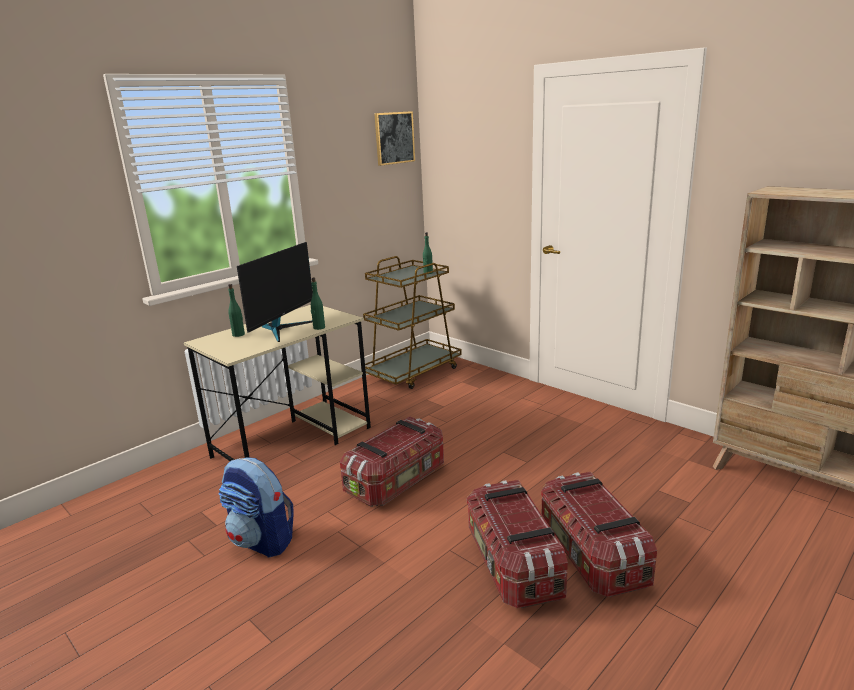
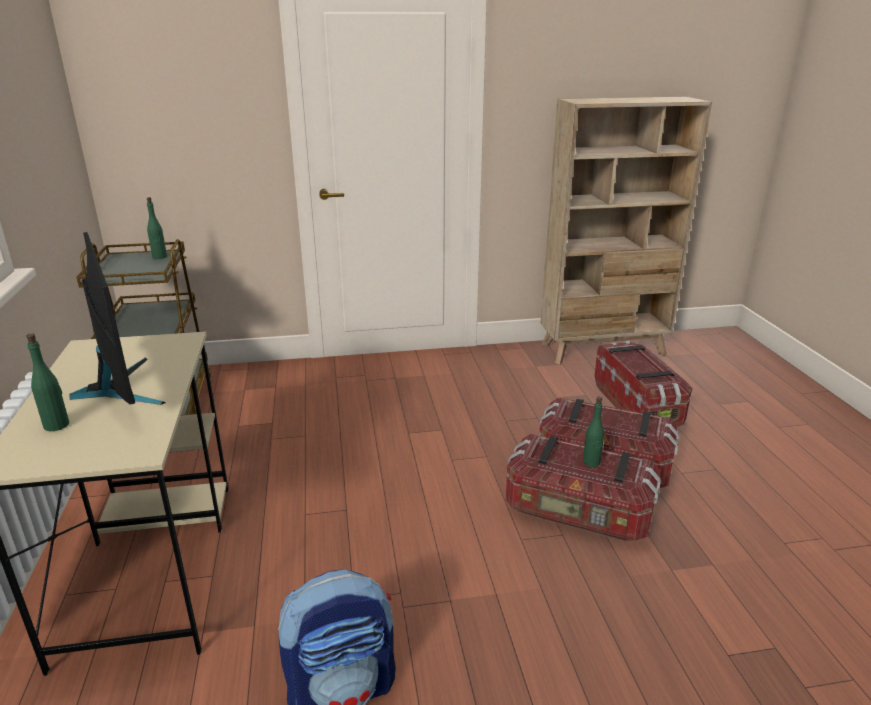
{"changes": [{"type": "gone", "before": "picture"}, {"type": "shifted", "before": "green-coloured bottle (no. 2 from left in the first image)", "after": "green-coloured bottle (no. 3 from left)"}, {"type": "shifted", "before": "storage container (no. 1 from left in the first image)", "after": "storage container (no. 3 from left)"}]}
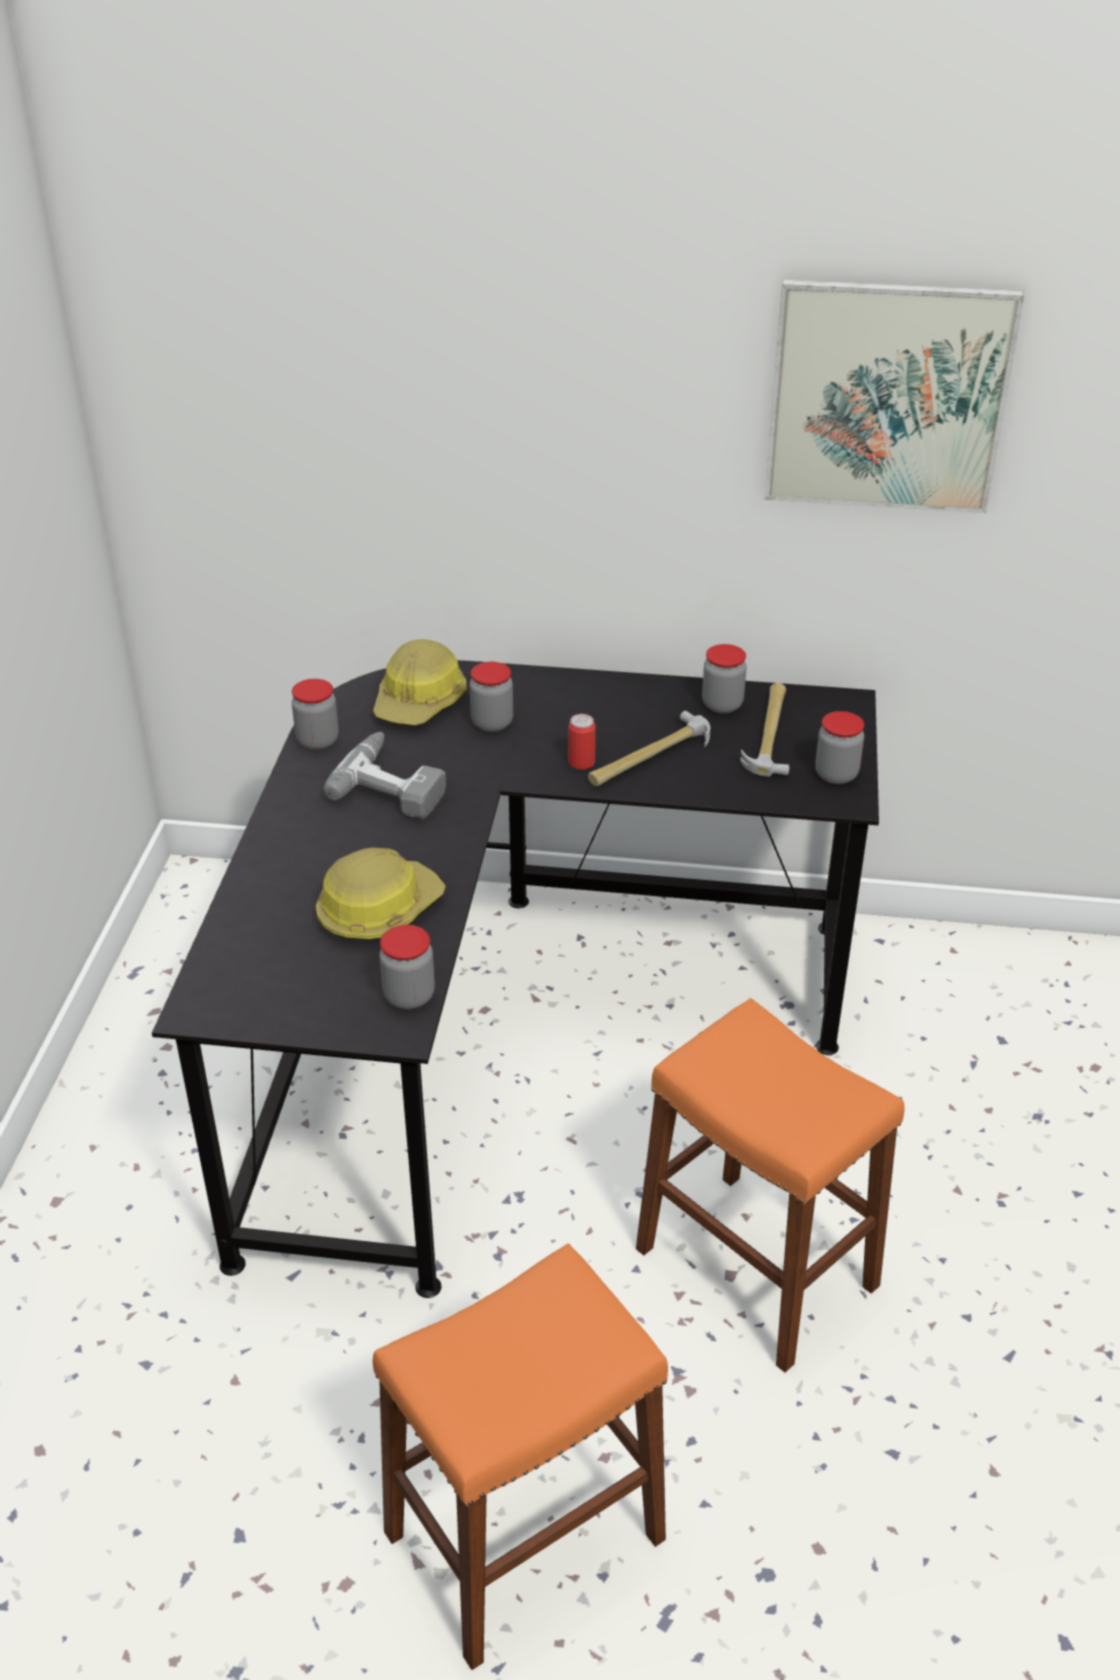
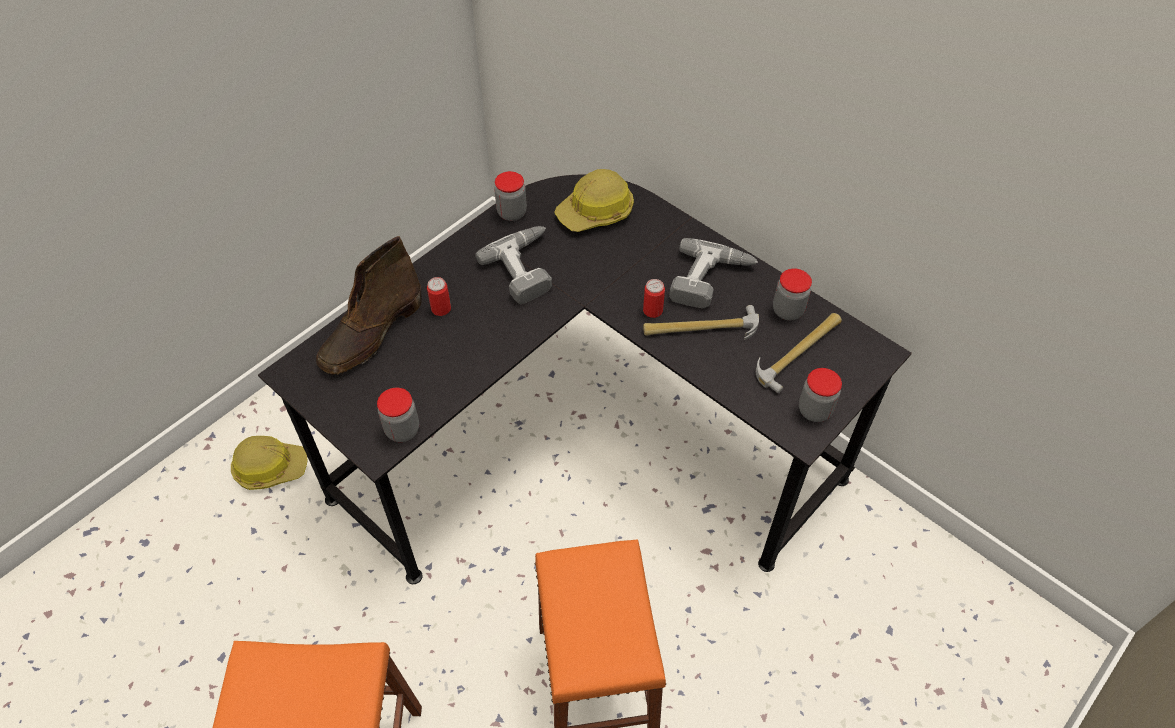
{"changes": [{"type": "gone", "before": "preserve jar (no. 3 from left)"}, {"type": "gone", "before": "picture"}, {"type": "new", "after": "brown tall boot"}, {"type": "new", "after": "sealed can (no. 1 from left)"}, {"type": "new", "after": "power drill (no. 2 from left)"}, {"type": "shifted", "before": "hard hat (no. 1 from left)"}]}
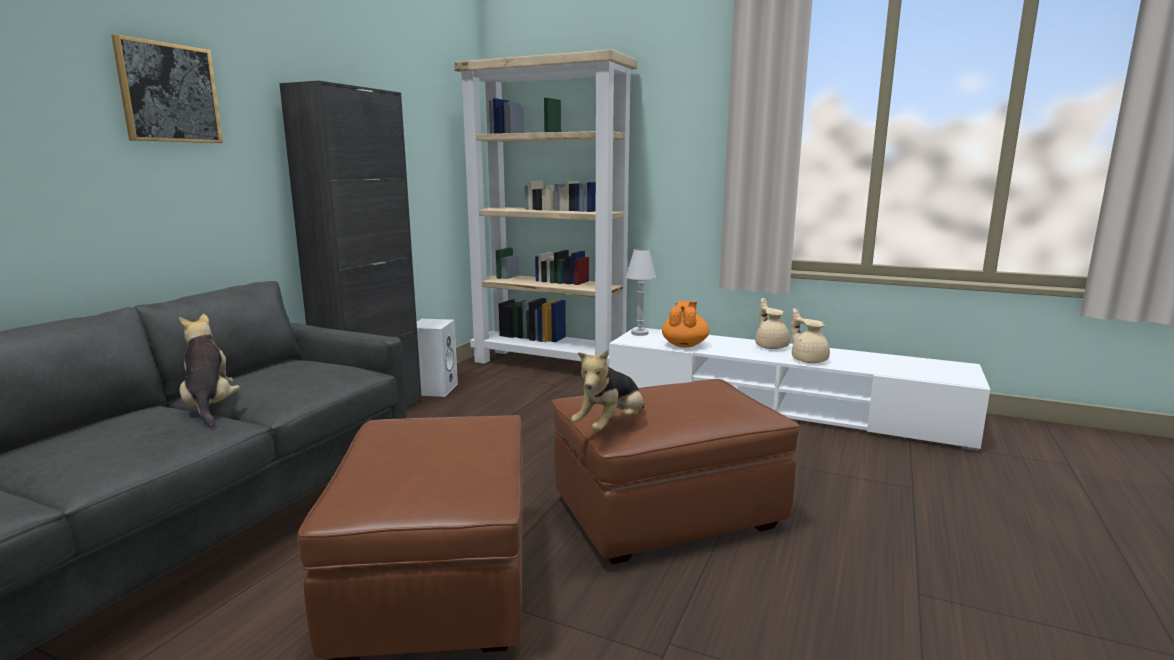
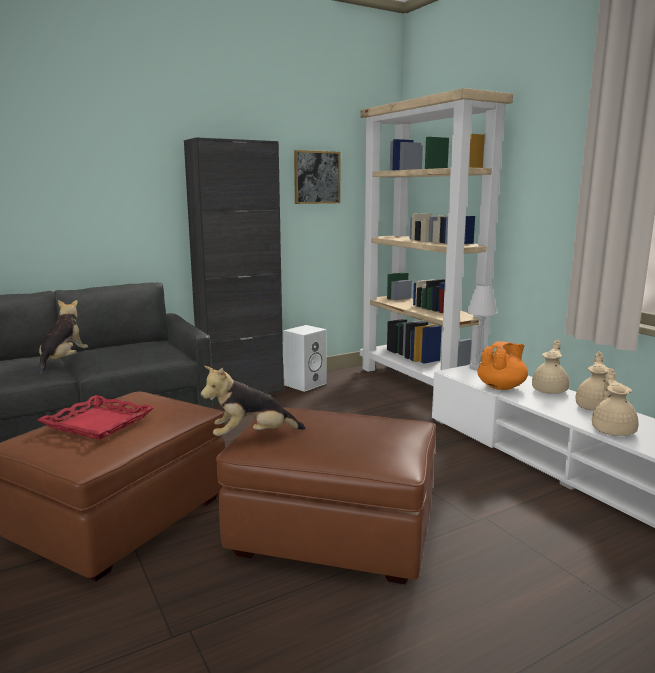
{"changes": [{"type": "new", "after": "reddish tray"}, {"type": "new", "after": "beige-coloured teapot (no. 1 from left)"}, {"type": "shifted", "before": "picture"}]}
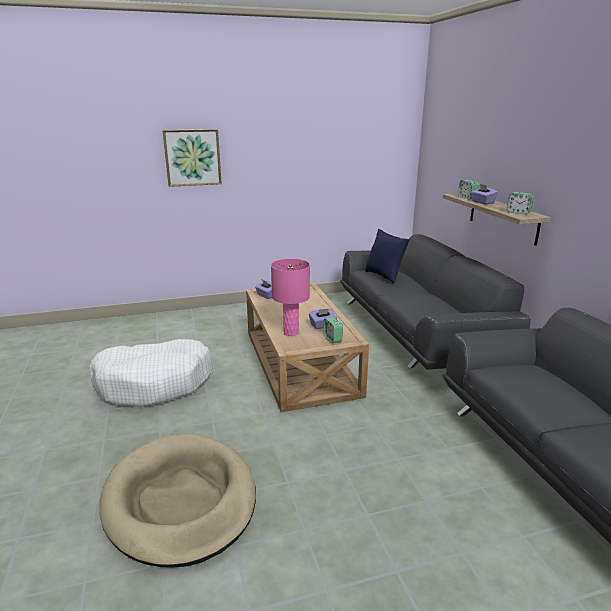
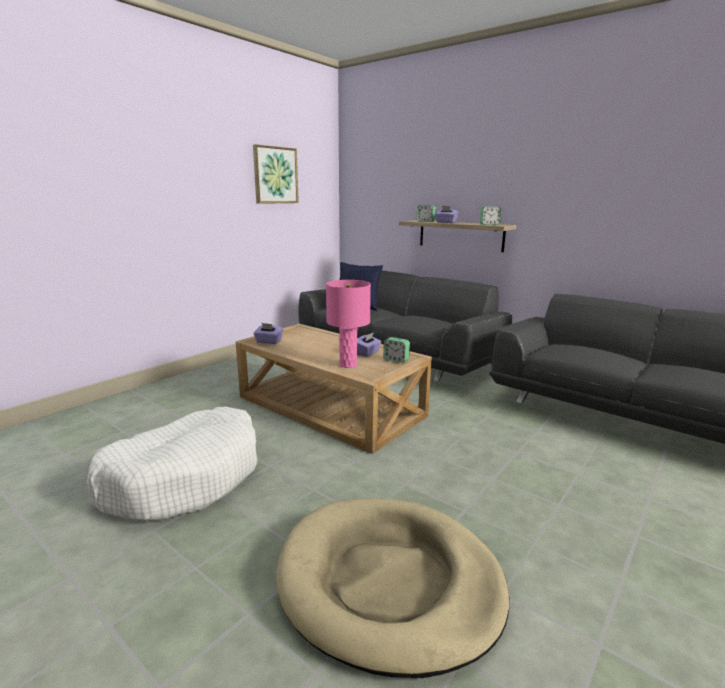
{"changes": [{"type": "shifted", "before": "picture"}]}
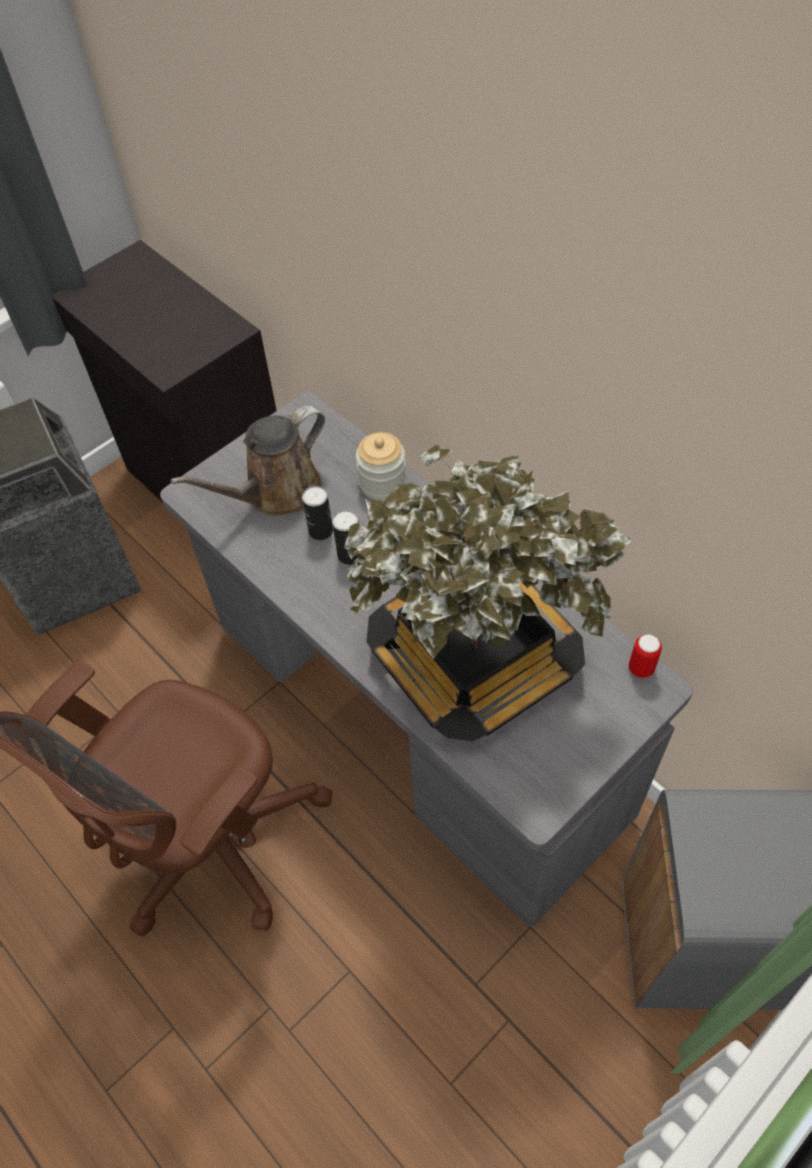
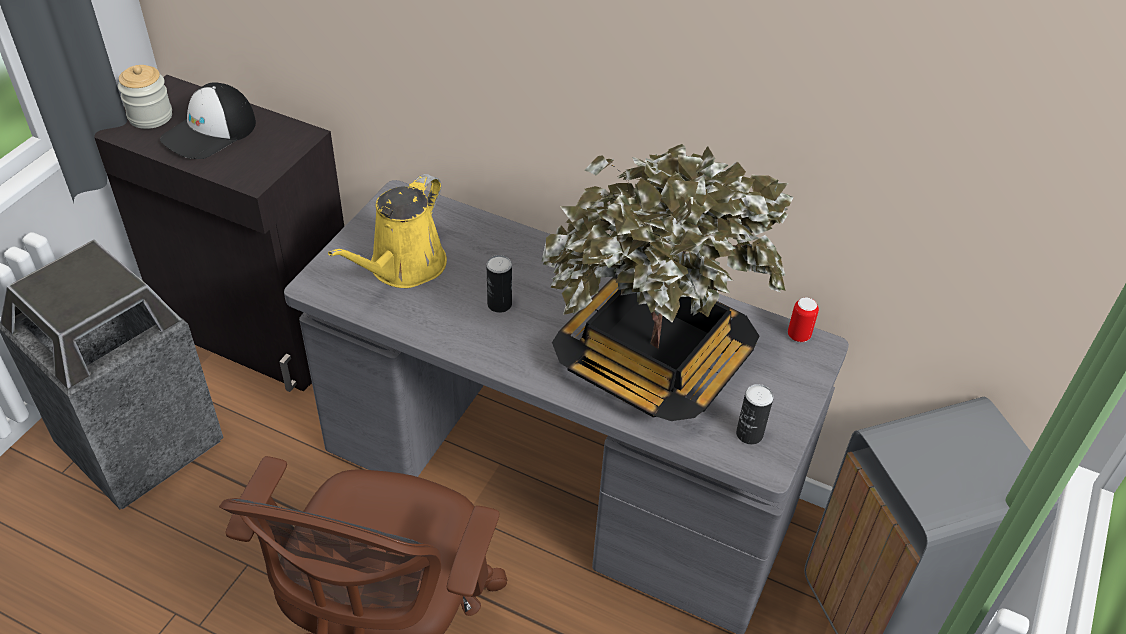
{"changes": [{"type": "new", "after": "peaked cap"}, {"type": "shifted", "before": "sealed can (no. 1 from left in the first image)", "after": "sealed can (no. 2 from left)"}, {"type": "shifted", "before": "preserve jar"}, {"type": "repainted", "before": "brown watering can", "after": "yellowish watering can"}]}
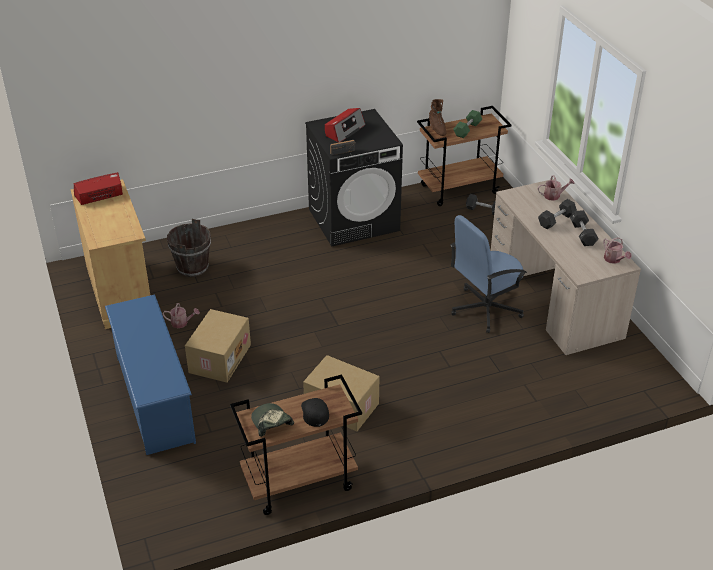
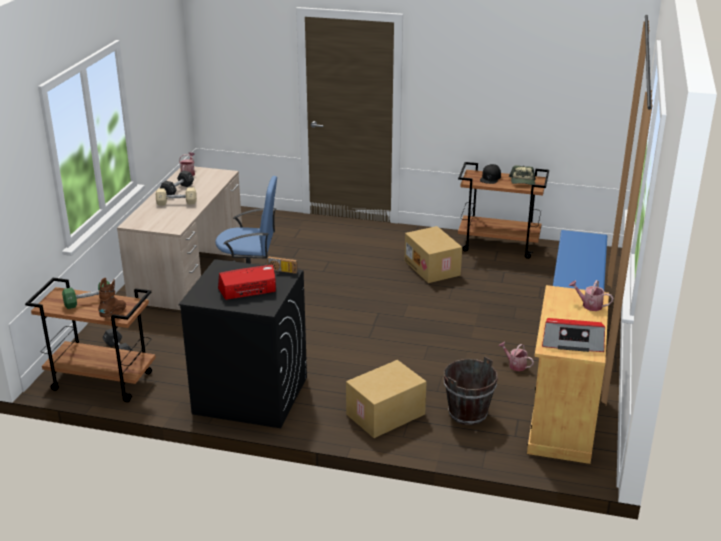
{"changes": [{"type": "shifted", "before": "carton (no. 1 from left)"}, {"type": "shifted", "before": "watering can (no. 2 from left in the first image)", "after": "watering can (no. 3 from left)"}, {"type": "repainted", "before": "black dumbbell (no. 2 from left)", "after": "beige-coloured dumbbell"}]}
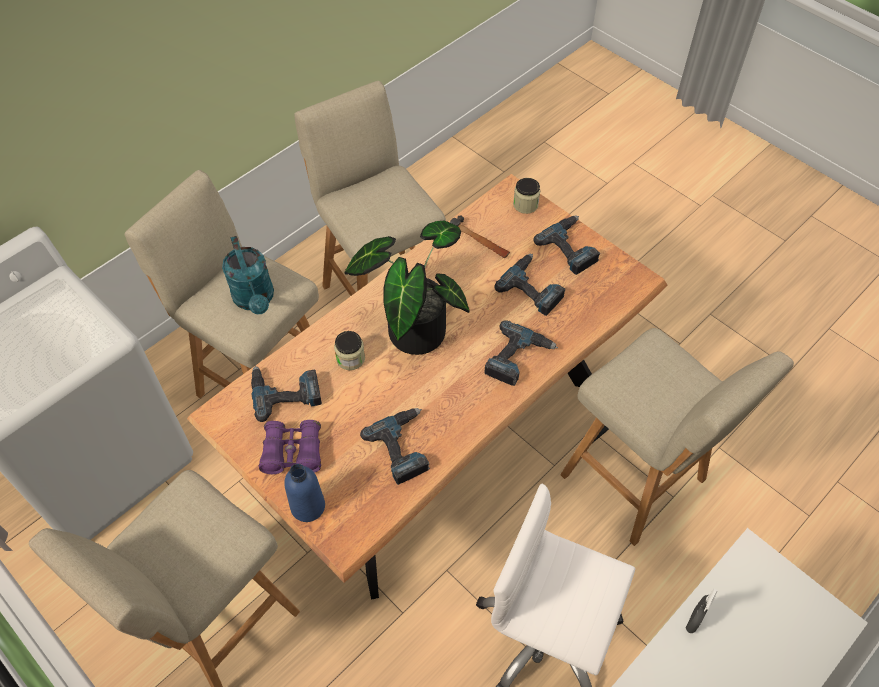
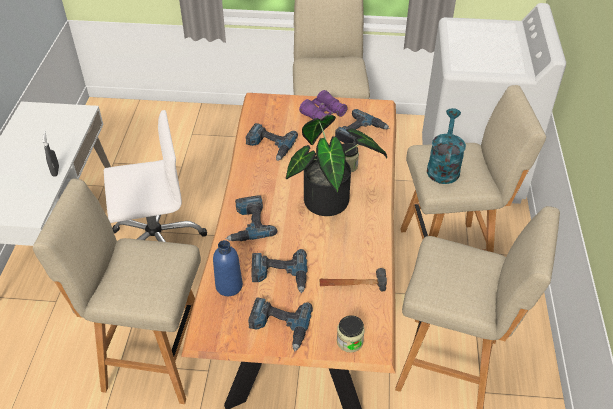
{"changes": [{"type": "shifted", "before": "blue-coloured bottle"}, {"type": "rotated", "before": "turquoise-coloured watering can", "turn": 75}]}
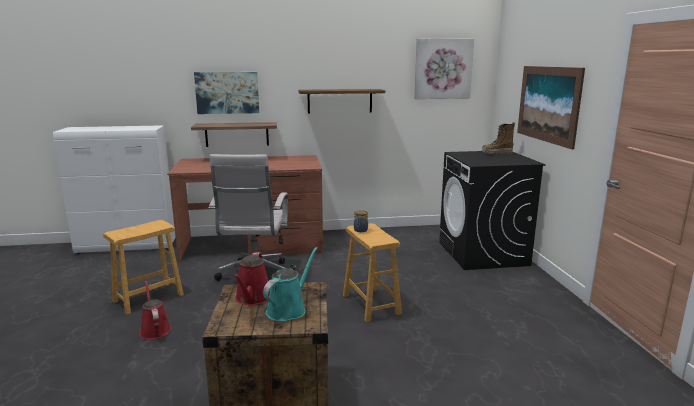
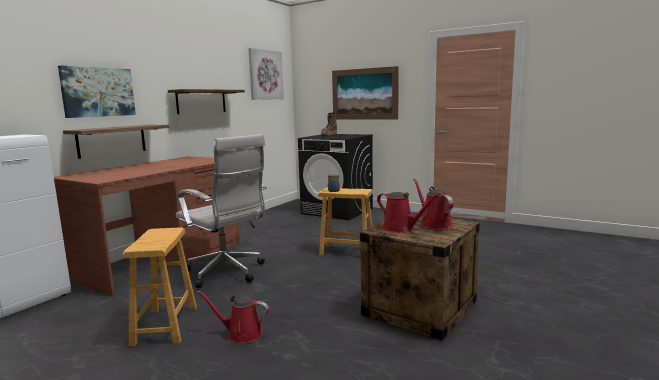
{"changes": [{"type": "repainted", "before": "turquoise-coloured watering can", "after": "reddish watering can (no. 3 from left)"}]}
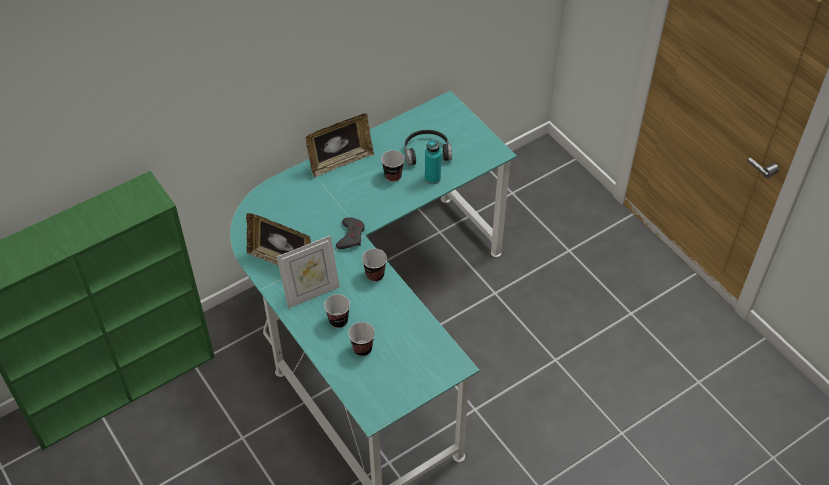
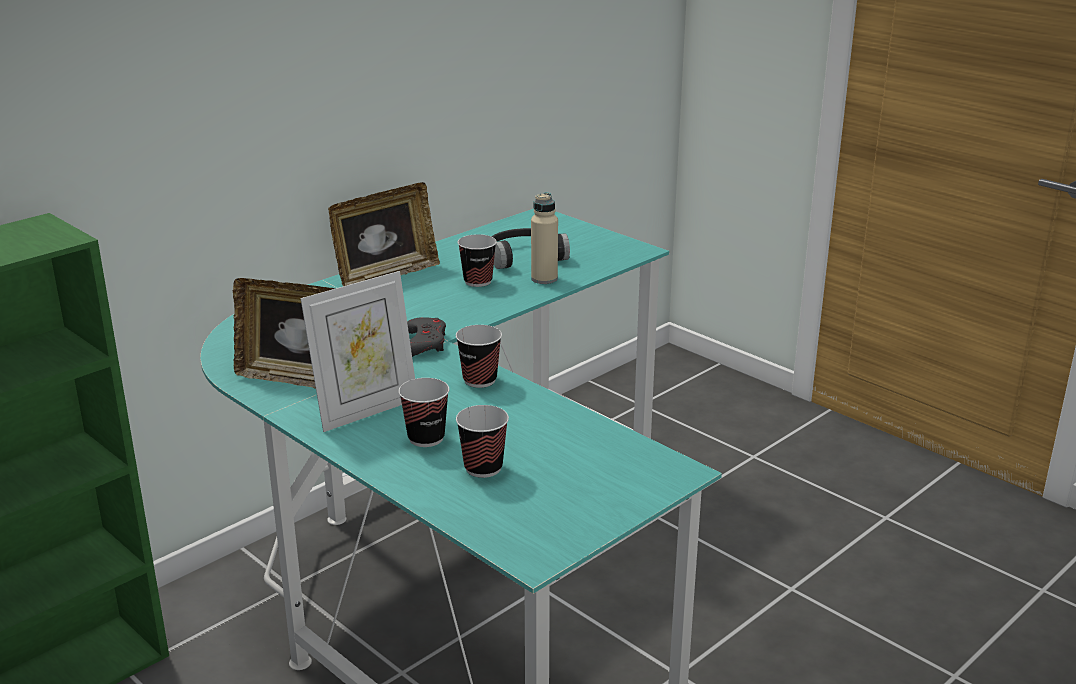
{"changes": [{"type": "repainted", "before": "turquoise-coloured bottle", "after": "beige-coloured bottle"}]}
